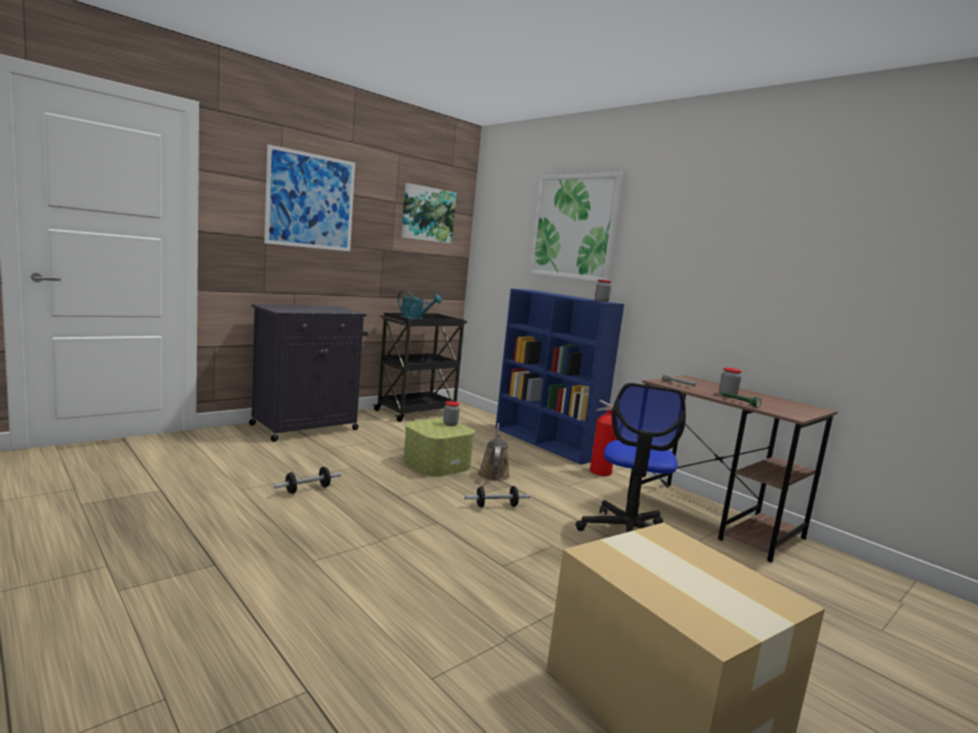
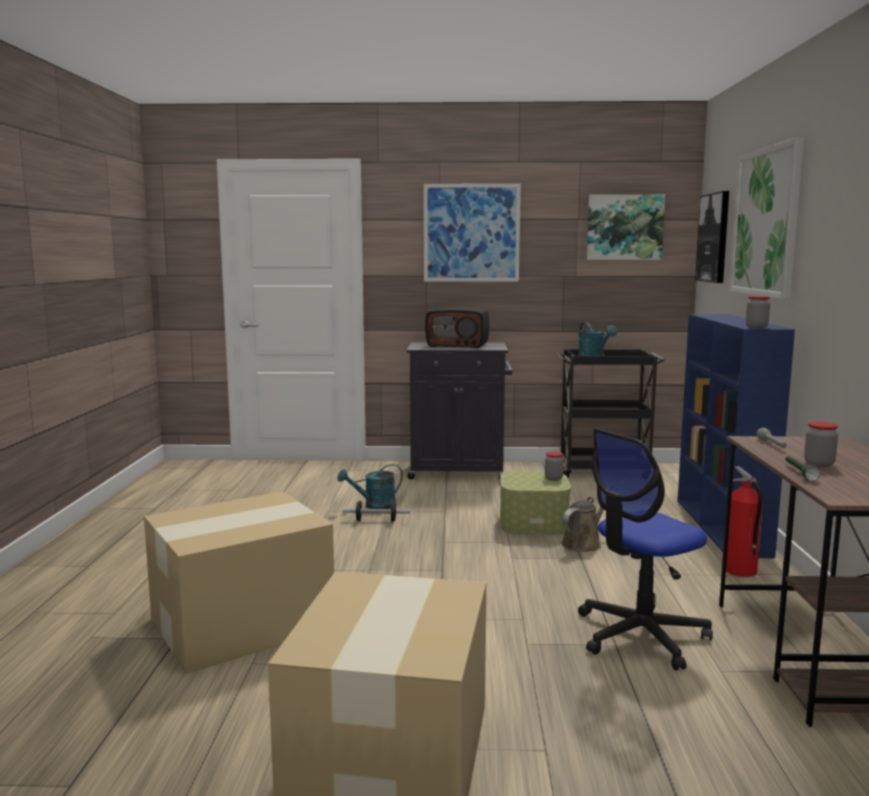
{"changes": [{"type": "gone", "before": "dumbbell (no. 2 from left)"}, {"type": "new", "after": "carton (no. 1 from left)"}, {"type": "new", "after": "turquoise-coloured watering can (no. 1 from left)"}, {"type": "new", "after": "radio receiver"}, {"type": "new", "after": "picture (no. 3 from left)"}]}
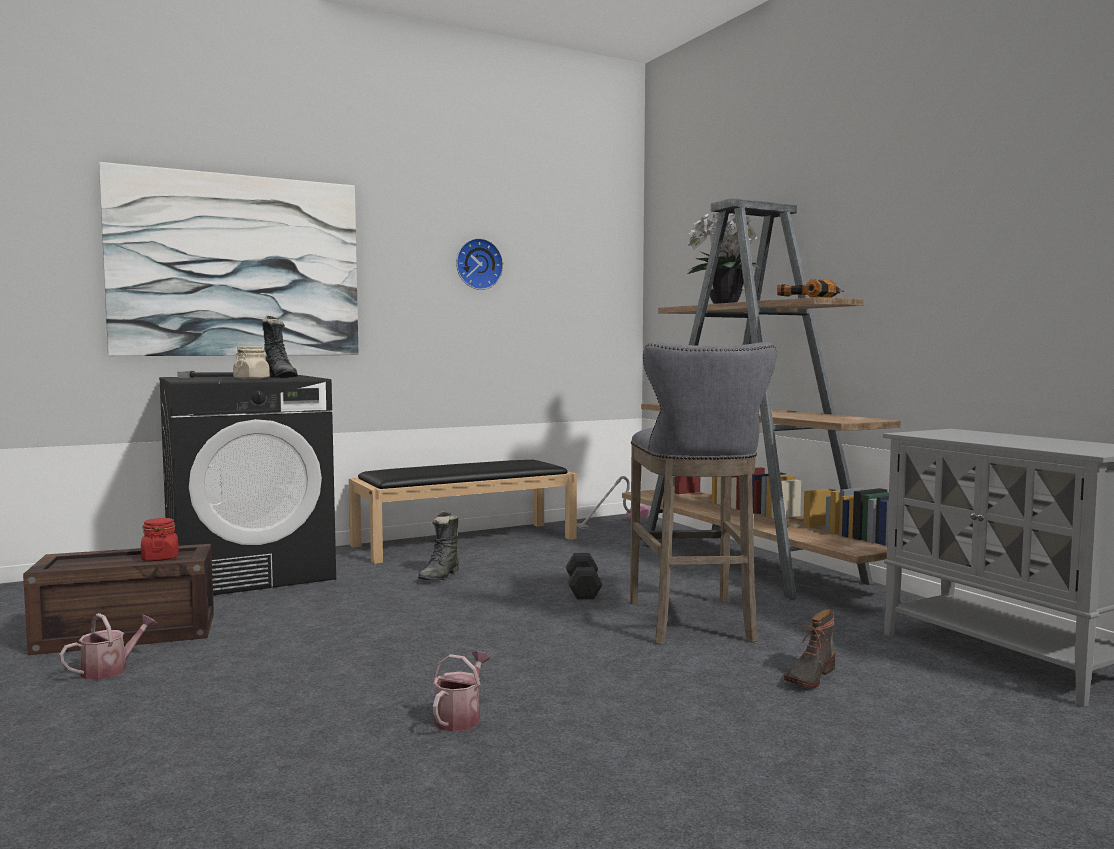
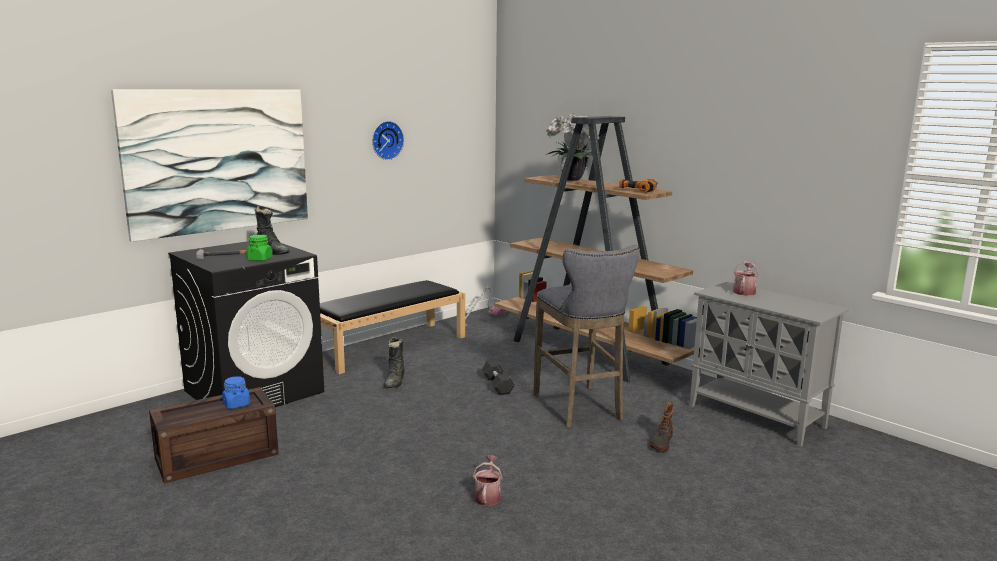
{"changes": [{"type": "shifted", "before": "watering can (no. 1 from left in the first image)", "after": "watering can (no. 2 from left)"}, {"type": "repainted", "before": "reddish preserve jar", "after": "blue-coloured preserve jar"}, {"type": "repainted", "before": "beige-coloured preserve jar", "after": "green-coloured preserve jar"}]}
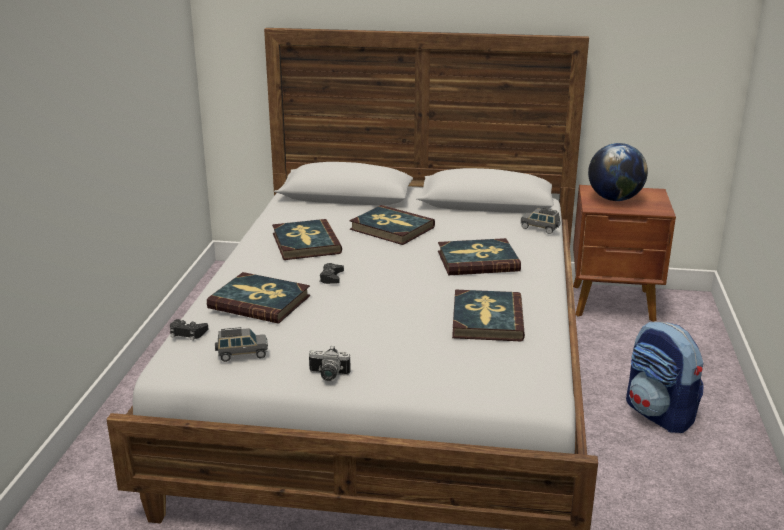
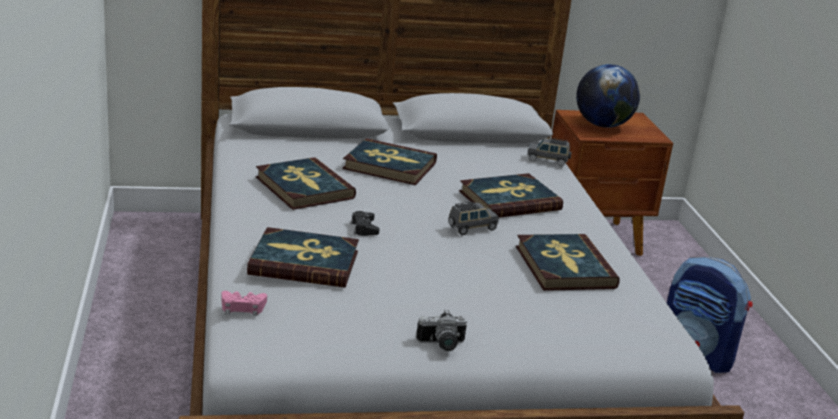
{"changes": [{"type": "shifted", "before": "grey miniature car (no. 1 from left)"}, {"type": "repainted", "before": "black game controller (no. 1 from left)", "after": "pink-coloured game controller"}]}
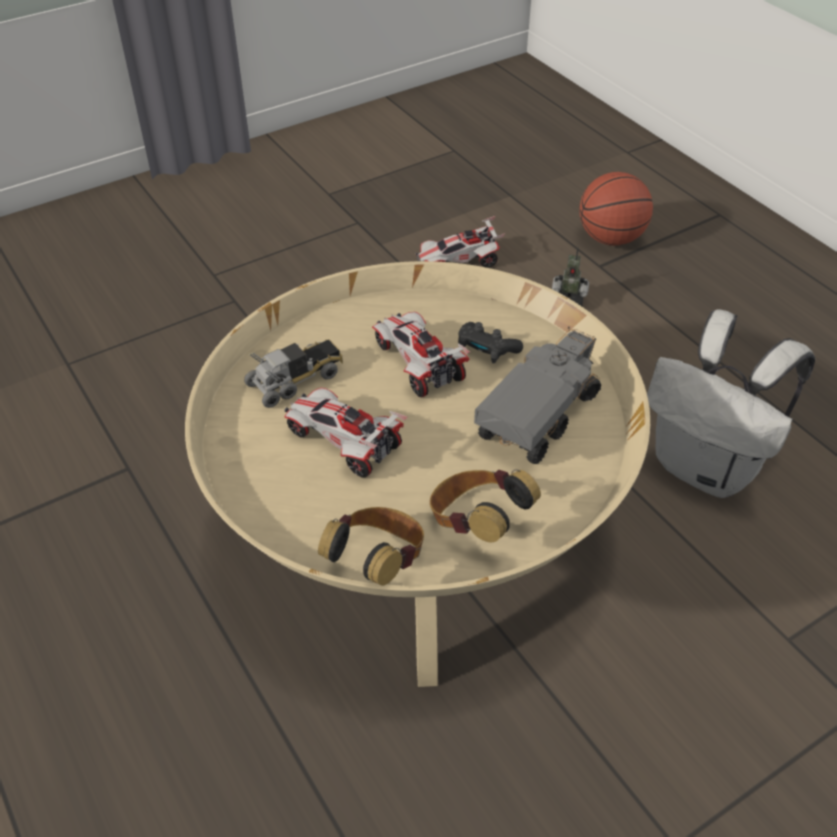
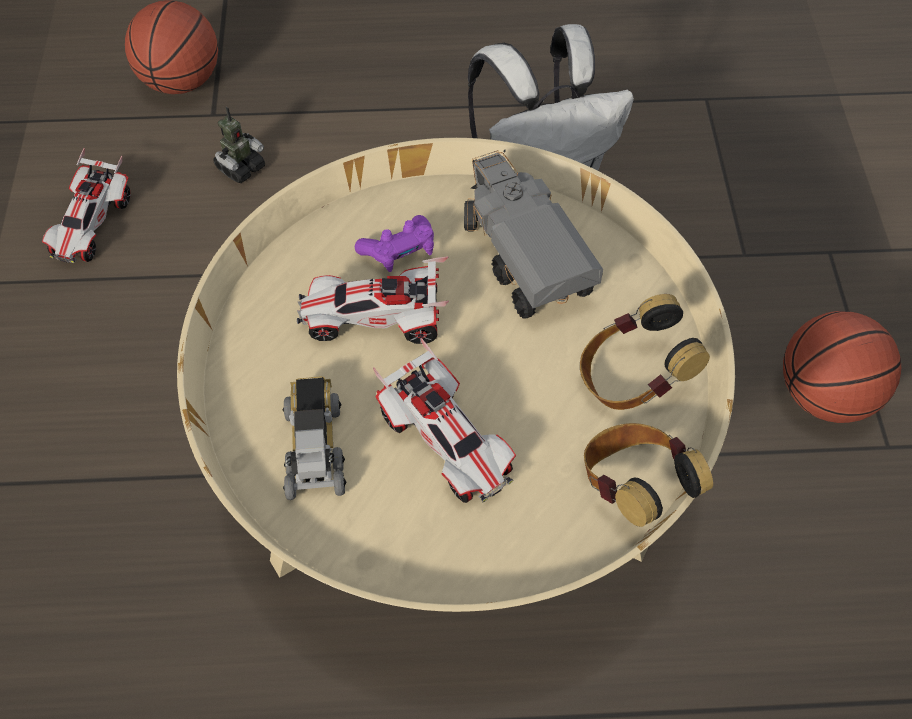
{"changes": [{"type": "new", "after": "basketball (no. 2 from left)"}, {"type": "repainted", "before": "black game controller", "after": "purplish game controller"}, {"type": "rotated", "before": "miniature car (no. 1 from left in the first image)", "turn": -105}]}
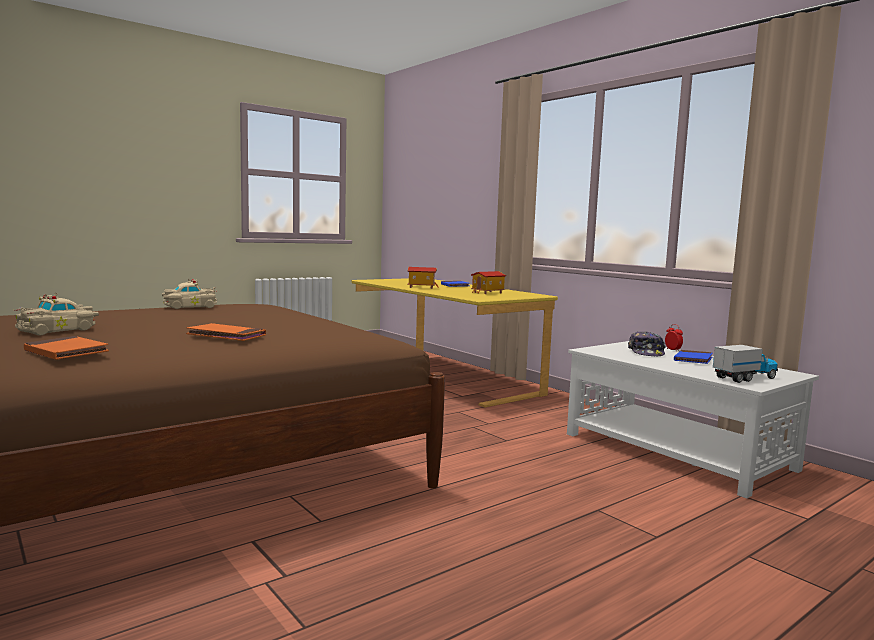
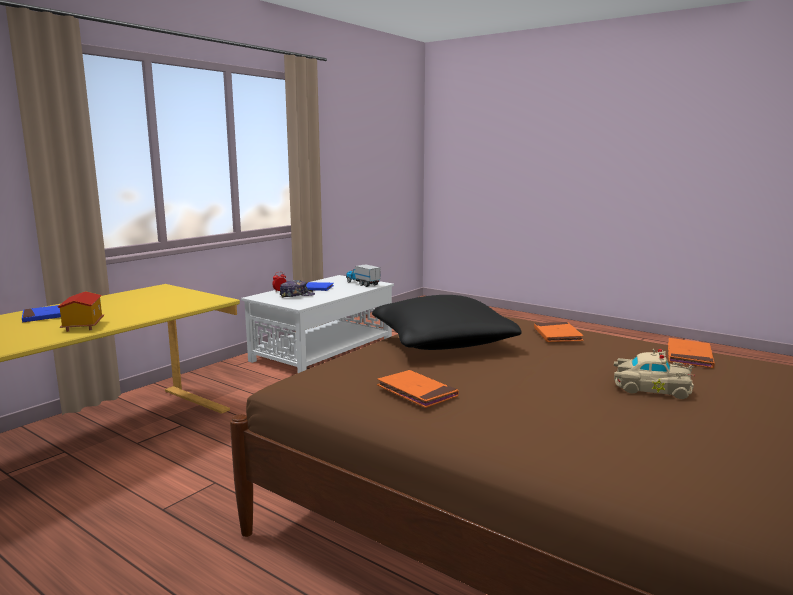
{"changes": [{"type": "gone", "before": "toy house (no. 2 from left)"}, {"type": "new", "after": "black pillow"}, {"type": "swapped", "before": "beige-coloured miniature car (no. 2 from left)", "after": "orangey book (no. 1 from left)"}]}
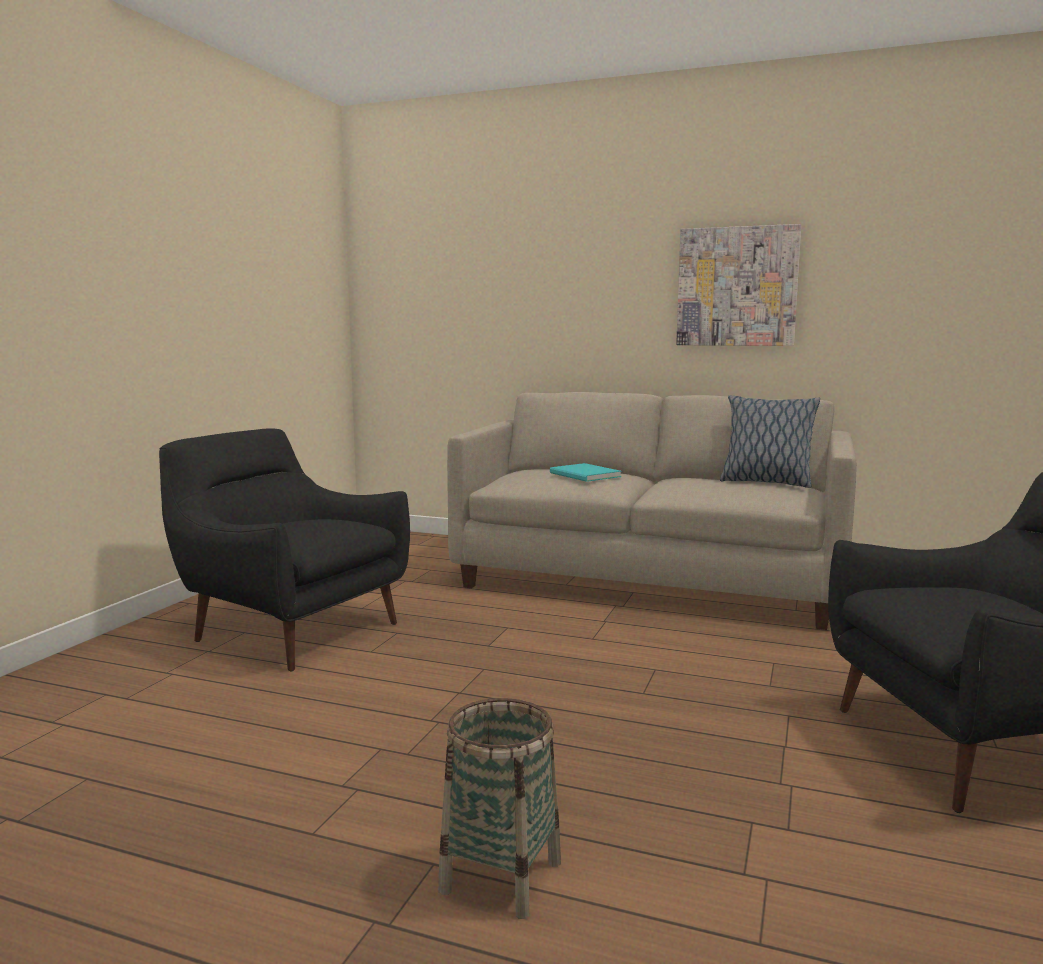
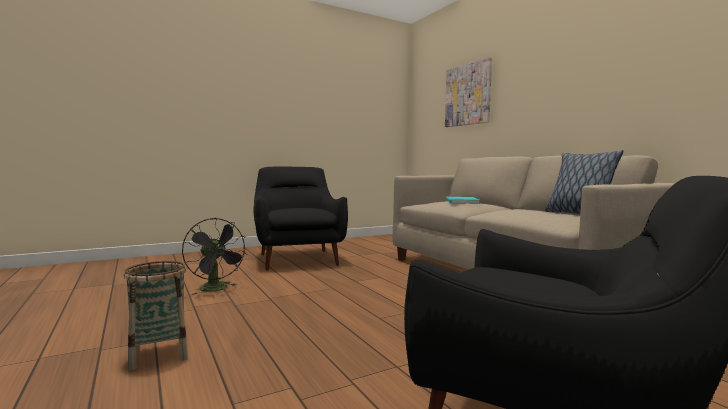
{"changes": [{"type": "new", "after": "black cooling fan"}, {"type": "shifted", "before": "picture"}]}
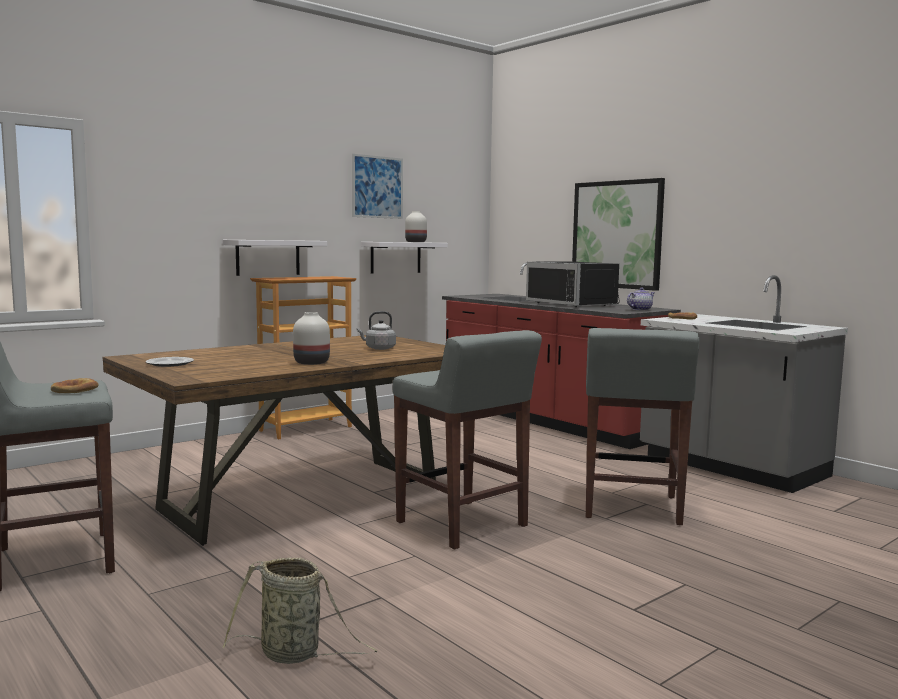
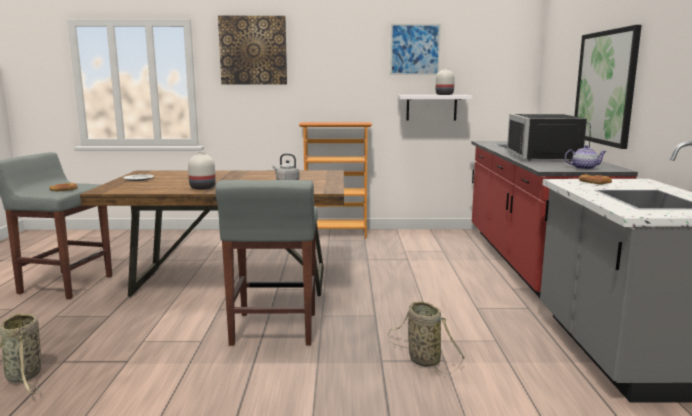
{"changes": [{"type": "gone", "before": "white-coloured bracket shelf (no. 1 from left)"}, {"type": "new", "after": "picture (no. 1 from left)"}, {"type": "swapped", "before": "grey sitting stool (no. 3 from left)", "after": "household basket (no. 2 from left)"}]}
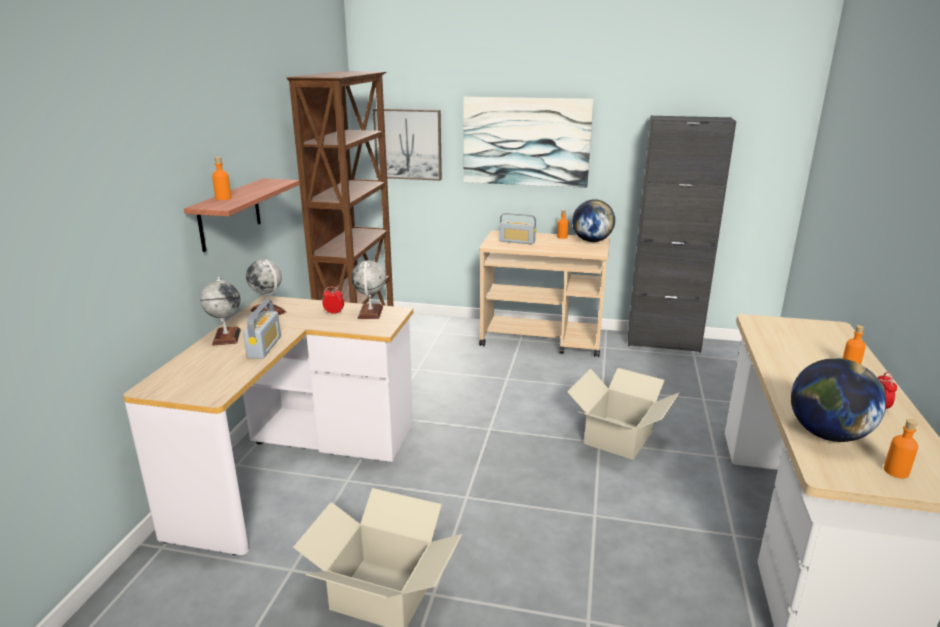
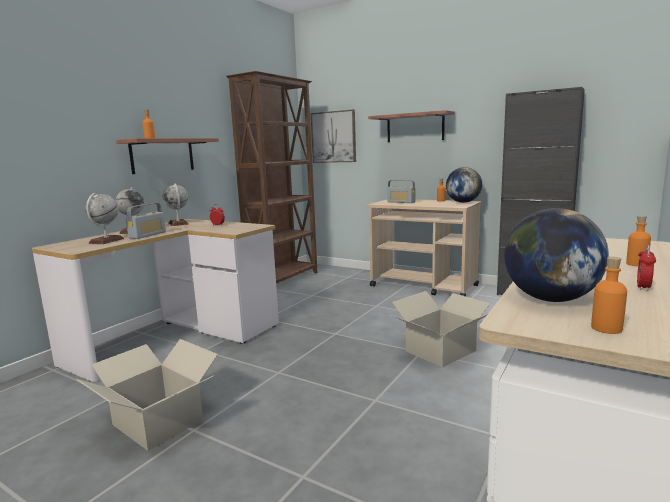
{"changes": [{"type": "shifted", "before": "globe (no. 3 from left in the first image)", "after": "globe (no. 1 from left)"}, {"type": "swapped", "before": "picture (no. 2 from left)", "after": "bracket shelf (no. 2 from left)"}]}
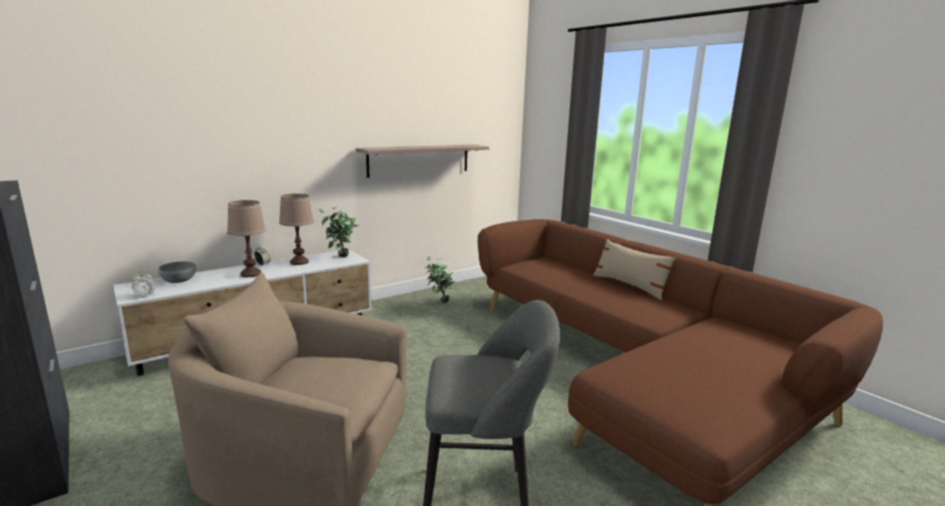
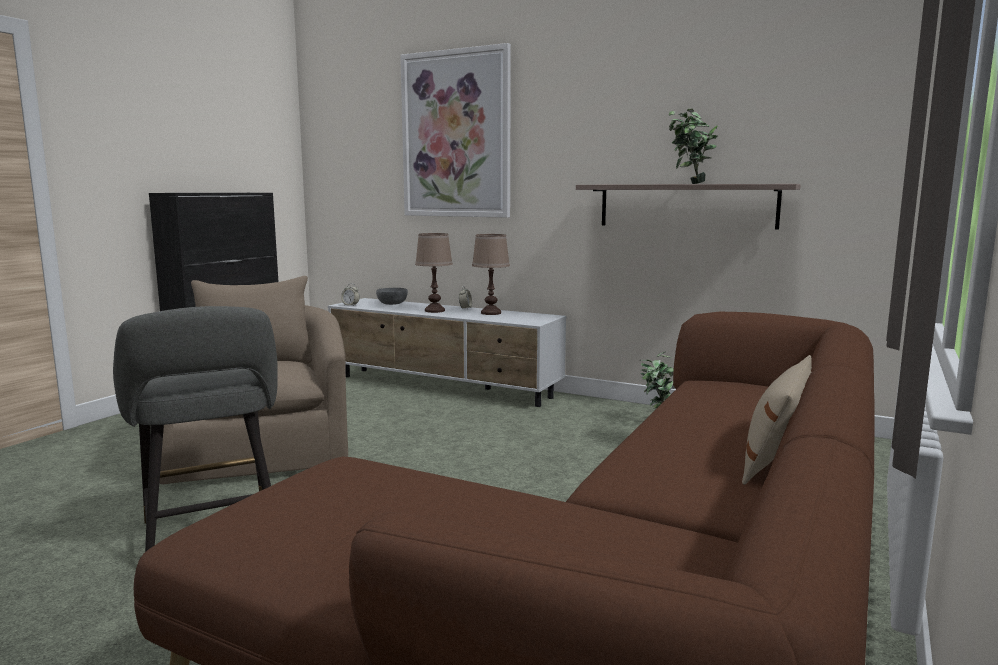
{"changes": [{"type": "new", "after": "picture"}, {"type": "shifted", "before": "potted plant (no. 1 from left in the first image)", "after": "potted plant (no. 2 from left)"}]}
